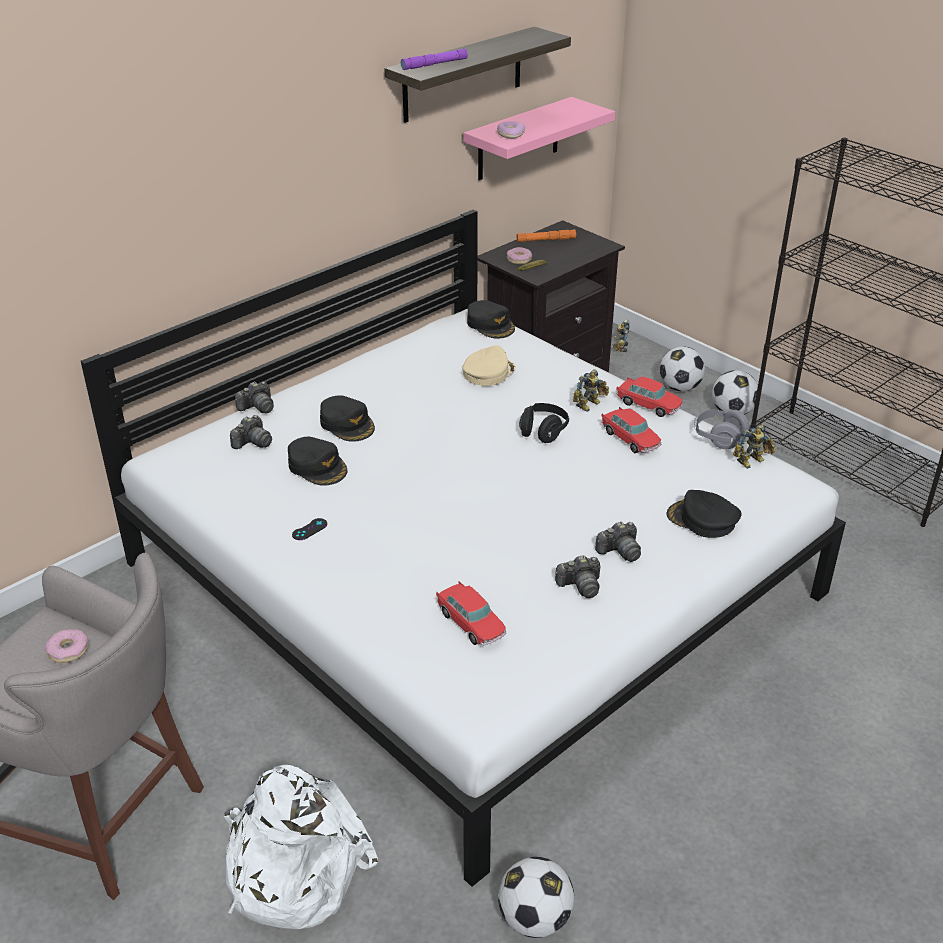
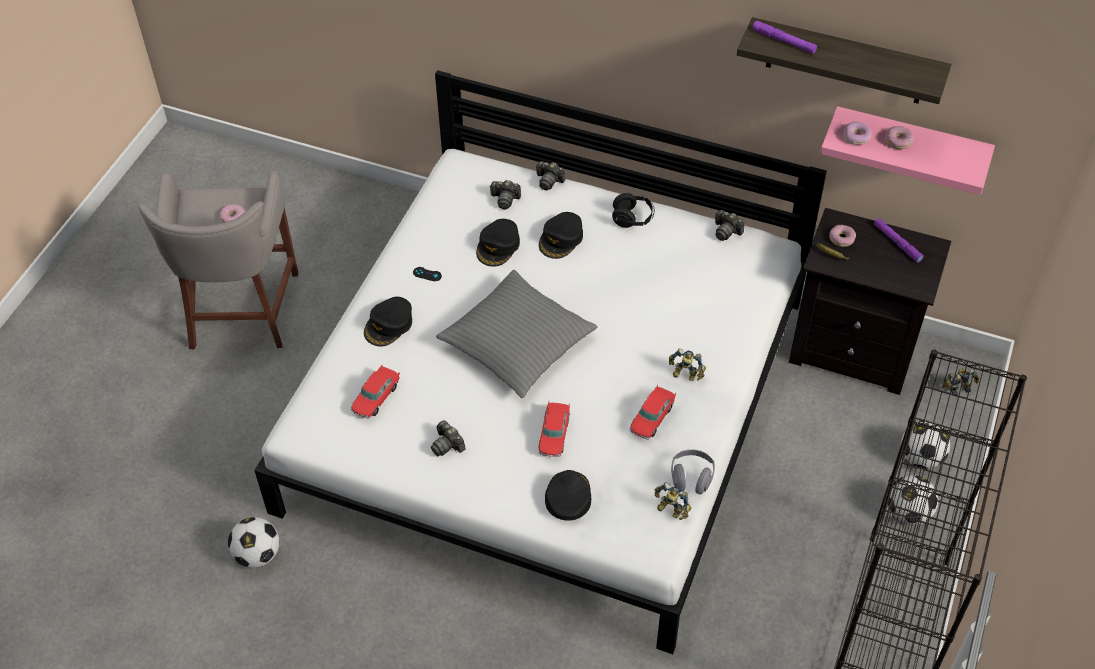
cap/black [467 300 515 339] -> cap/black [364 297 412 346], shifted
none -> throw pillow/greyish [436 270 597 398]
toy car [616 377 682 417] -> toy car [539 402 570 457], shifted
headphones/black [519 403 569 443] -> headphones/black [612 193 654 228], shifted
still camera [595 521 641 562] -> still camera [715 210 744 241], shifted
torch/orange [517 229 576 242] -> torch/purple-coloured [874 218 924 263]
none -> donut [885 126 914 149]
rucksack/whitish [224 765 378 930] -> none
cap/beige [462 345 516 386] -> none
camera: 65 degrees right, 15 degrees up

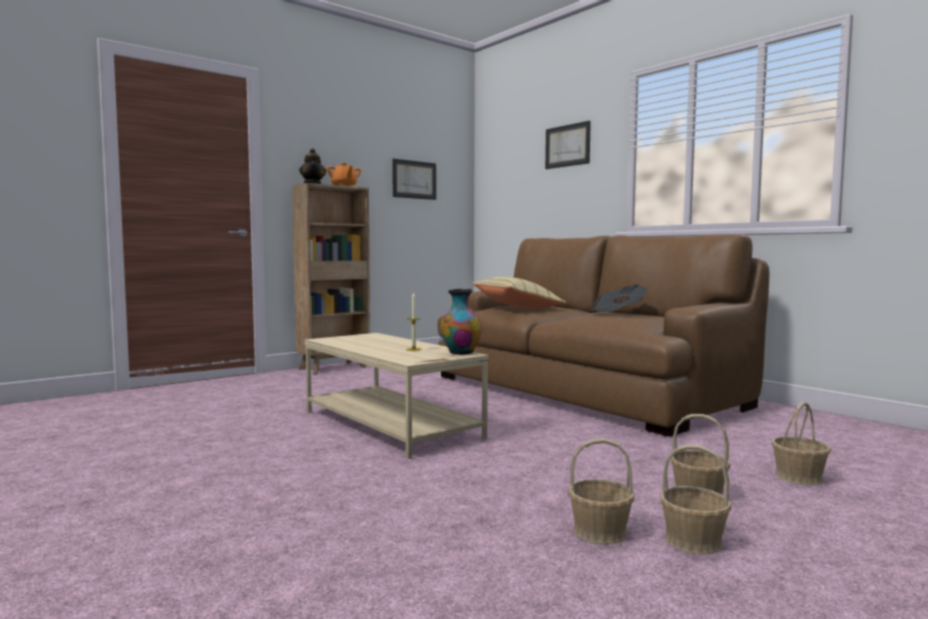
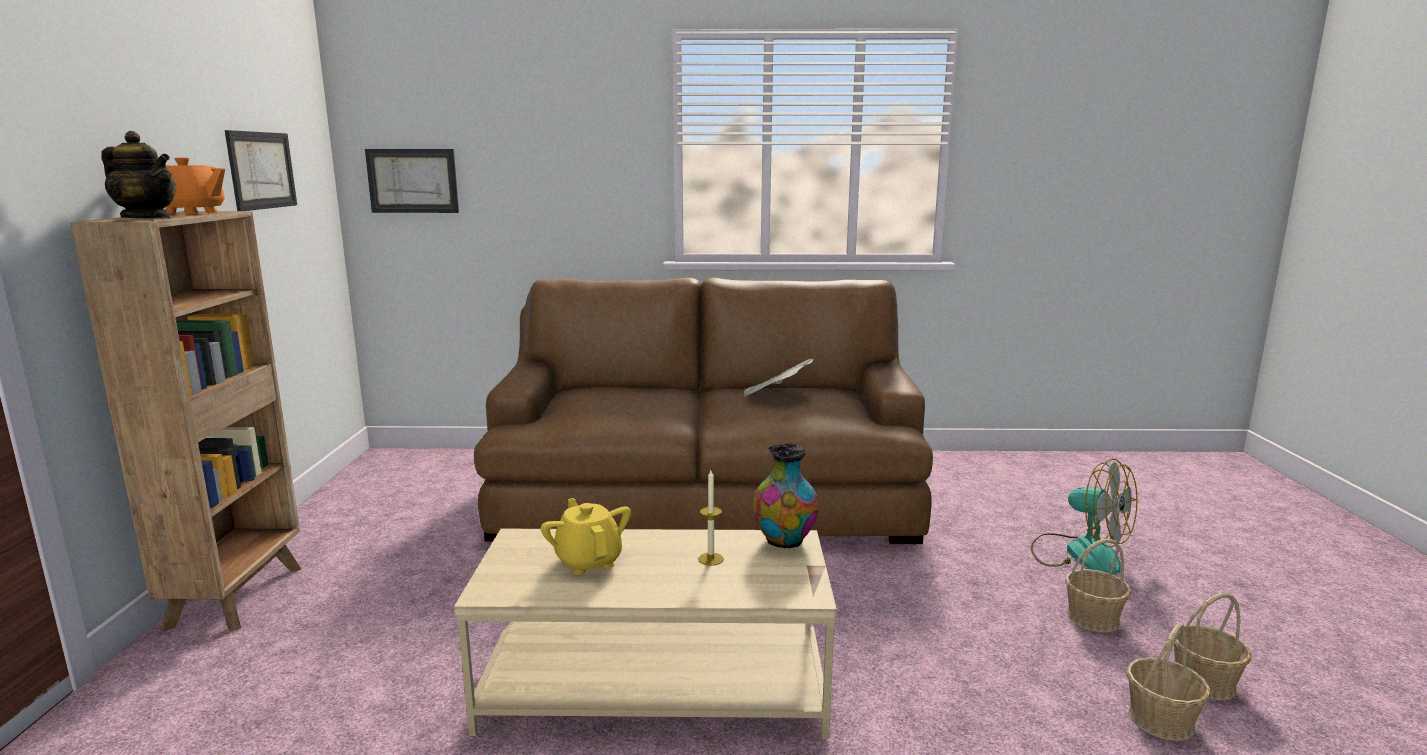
wall art [545 121 591 169] -> wall art [365 149 459 213], shifted
none -> tea pot/yellow [541 498 631 575]
storage basket [771 402 831 485] -> fan [1030 459 1138 575]
throw pillow/beige [472 277 567 309] -> none
camera: 50 degrees left, 10 degrees up

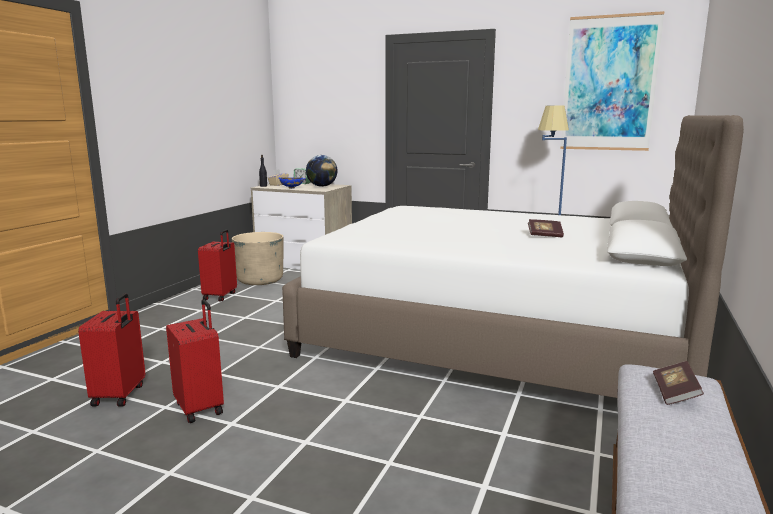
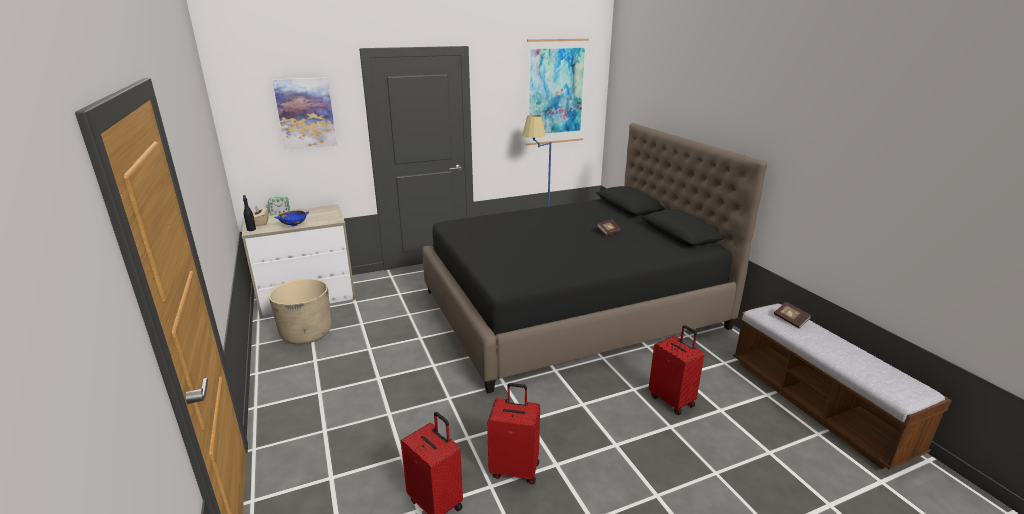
none -> wall art [273 77 337 149]
bedroom bed/whitish [282 115 744 398] -> bedroom bed/black [422 123 767 393]
piece of luggage/red-coloured [198 230 237 301] -> piece of luggage/red-coloured [649 325 704 415], shifted
world globe [306 155 337 187] -> none
camera: 45 degrees left, 10 degrees up

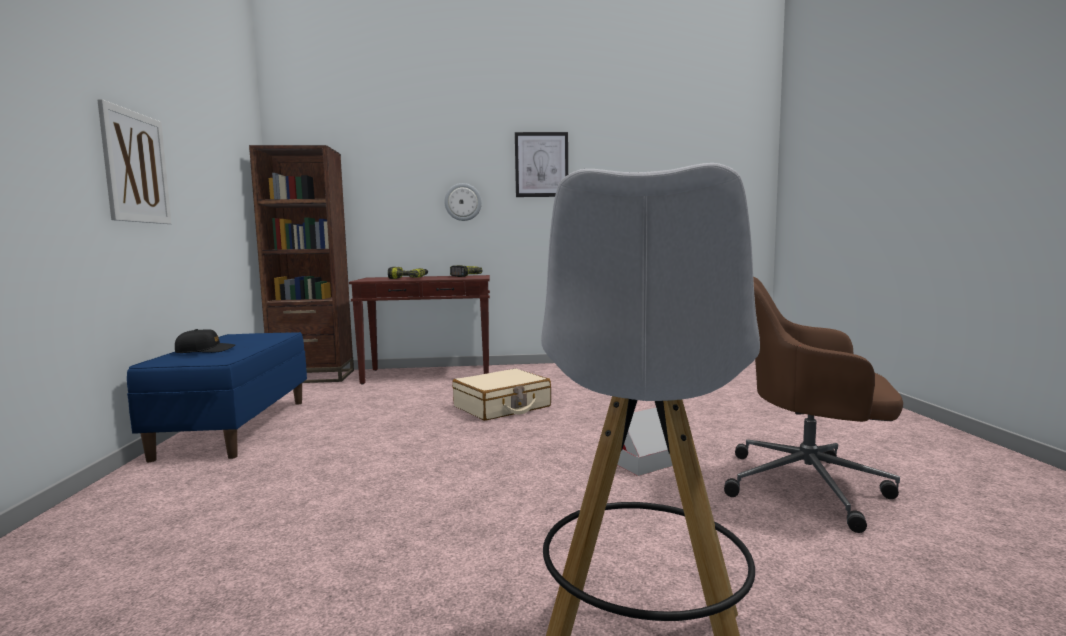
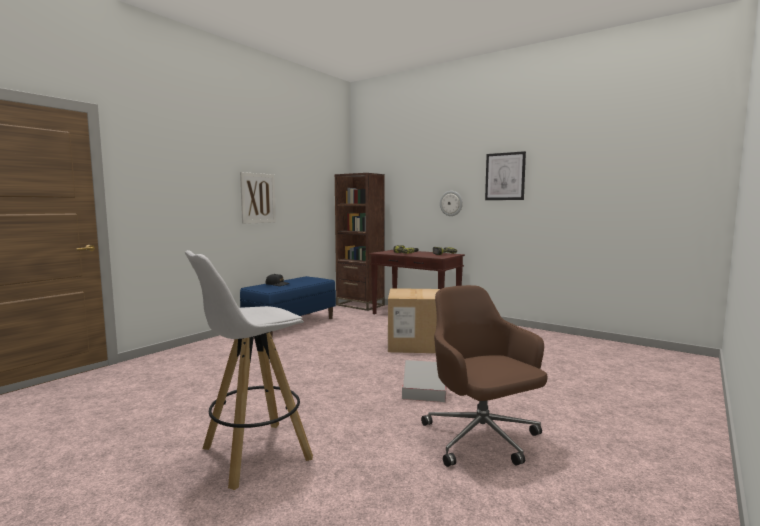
piece of luggage/beige [452 369 551 421] -> carton [388 288 440 353]
camera: 40 degrees right, 0 degrees up

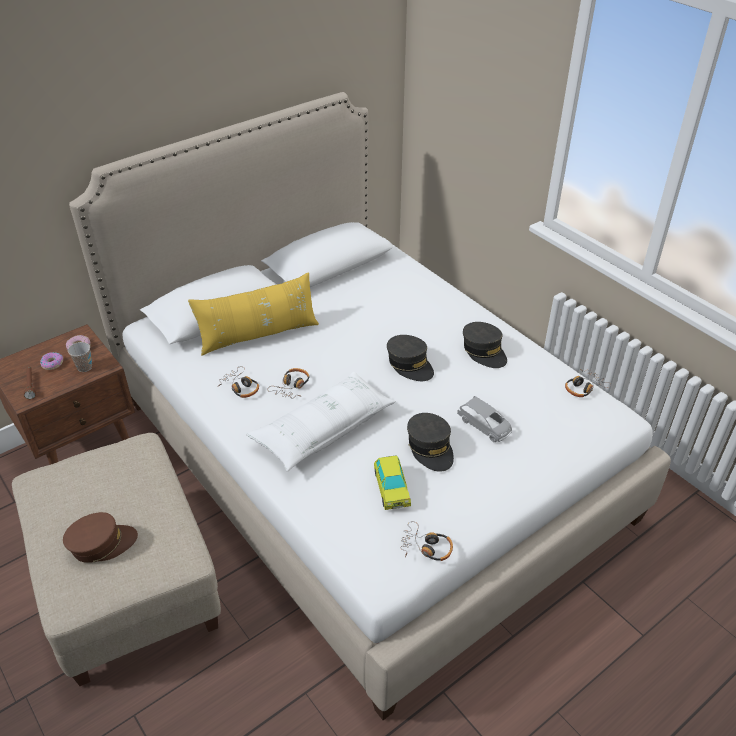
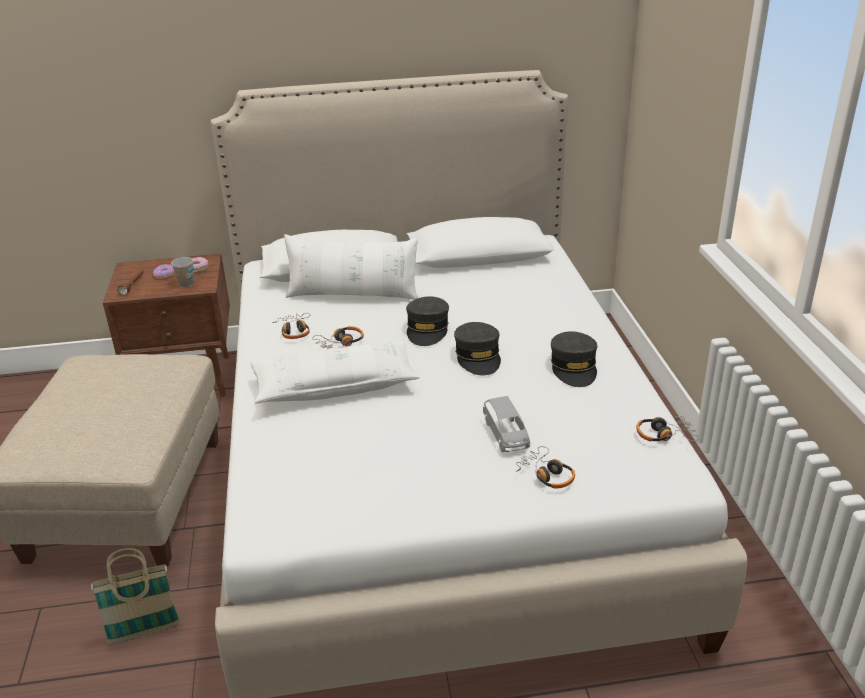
none -> storage basket [91 548 180 644]
throw pillow/yellow [188 272 319 356] -> throw pillow/whitish [284 234 418 300]
cap/greyish [407 413 454 472] -> cap/greyish [406 296 449 346], shifted
headphones [400 521 453 561] -> headphones [516 446 575 488], shifted
cap/brown-coloured [63 512 138 563] -> none
toy car [374 455 411 510] -> none
camera: 30 degrees right, 10 degrees down

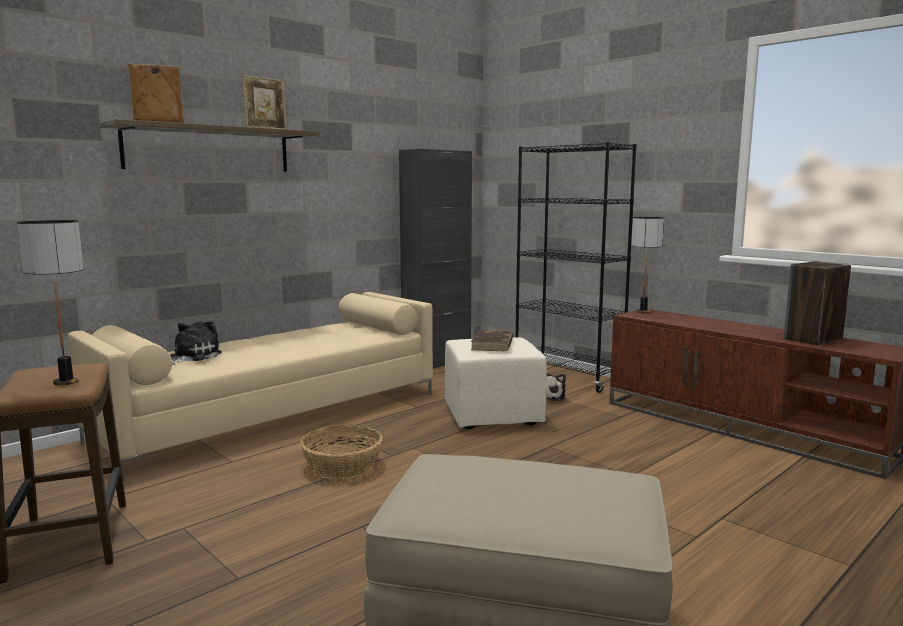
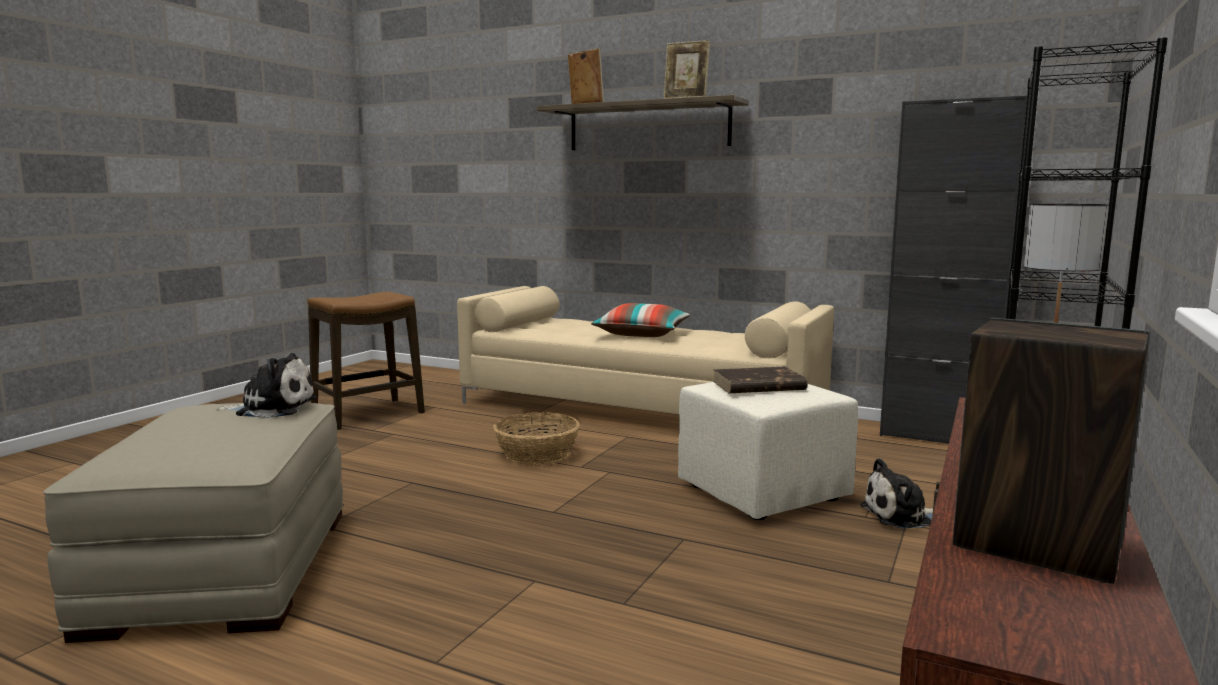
plush toy [170 321 222 365] -> plush toy [216 353 316 418], shifted
none -> throw pillow [591 303 690 337]
tabletop lamp [17 220 83 385] -> none
camera: 70 degrees right, 0 degrees up

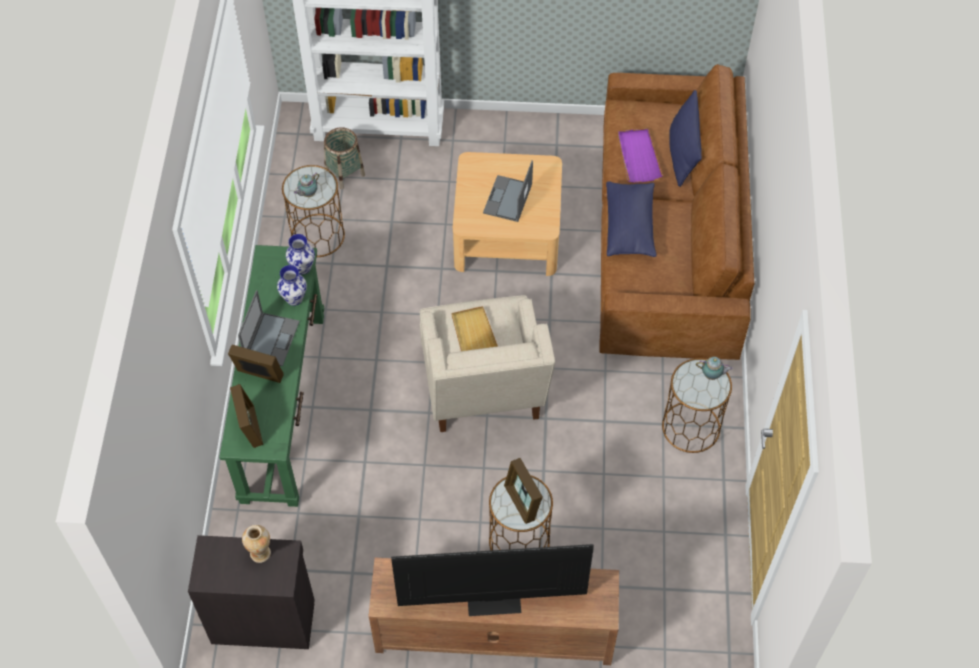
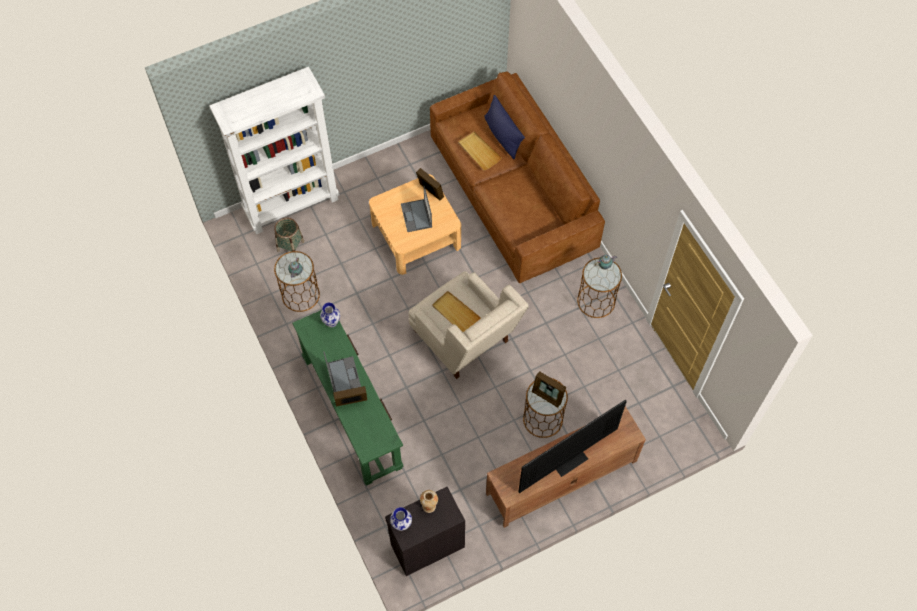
vase [277 265 307 306] -> vase [390 507 412 531], shifted
photo frame [230 384 263 448] -> photo frame [416 168 444 200], shifted
serving tray/purple-coloured [618 128 663 183] -> serving tray/beige [458 131 502 170]
throw pillow/blue-coloured [606 181 657 257] -> none
camera: 30 degrees left, 5 degrees up

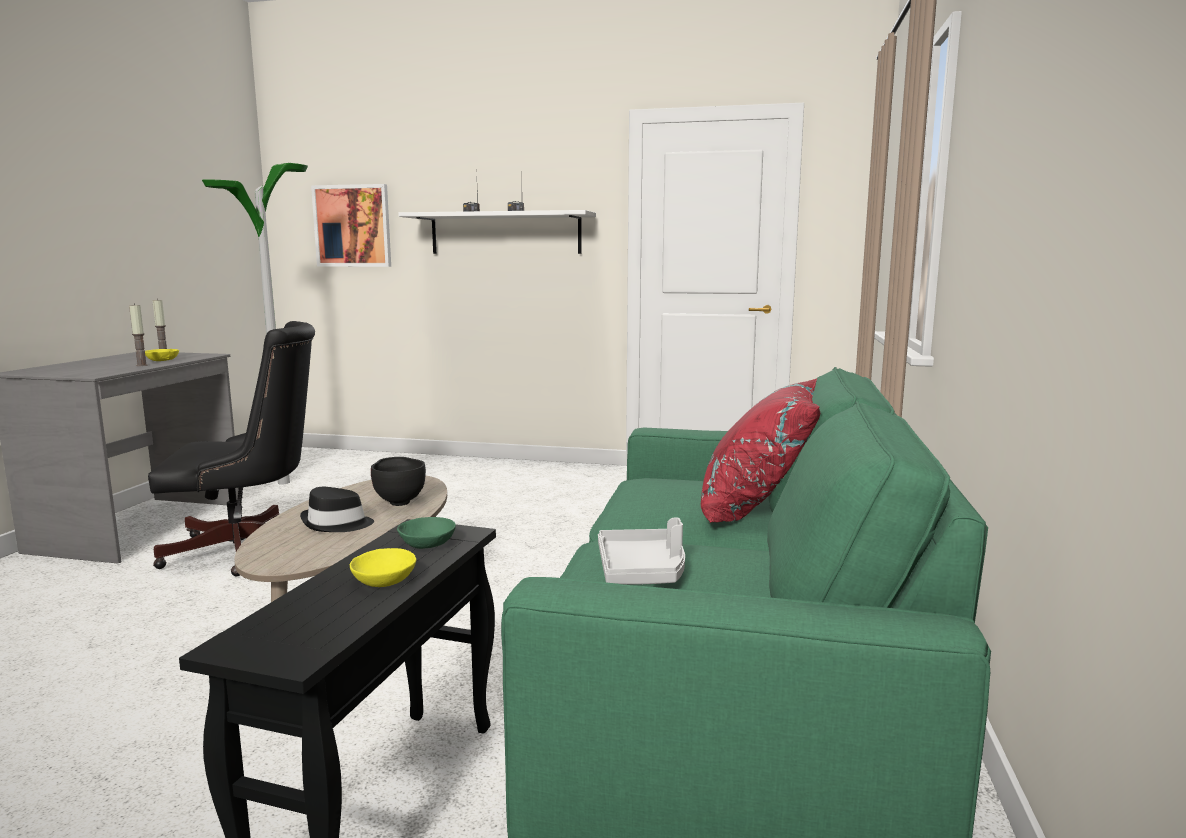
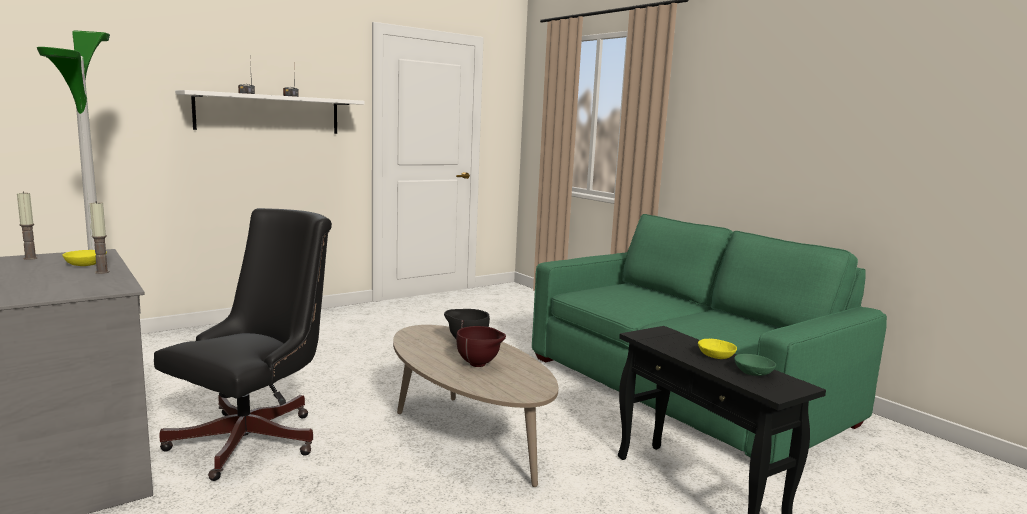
clothing hat/black [300 487 374 532] -> deep dish/brown-coloured [456 326 506 367]
deep dish/green [397 517 456 549] -> deep dish/green [734 354 776 376], shifted
wall art [311 184 391 267] -> none
serving tray/greyish [598 518 685 585] -> none
throw pillow/red-coloured [701 378 820 523] -> none
camera: 50 degrees left, 0 degrees up

